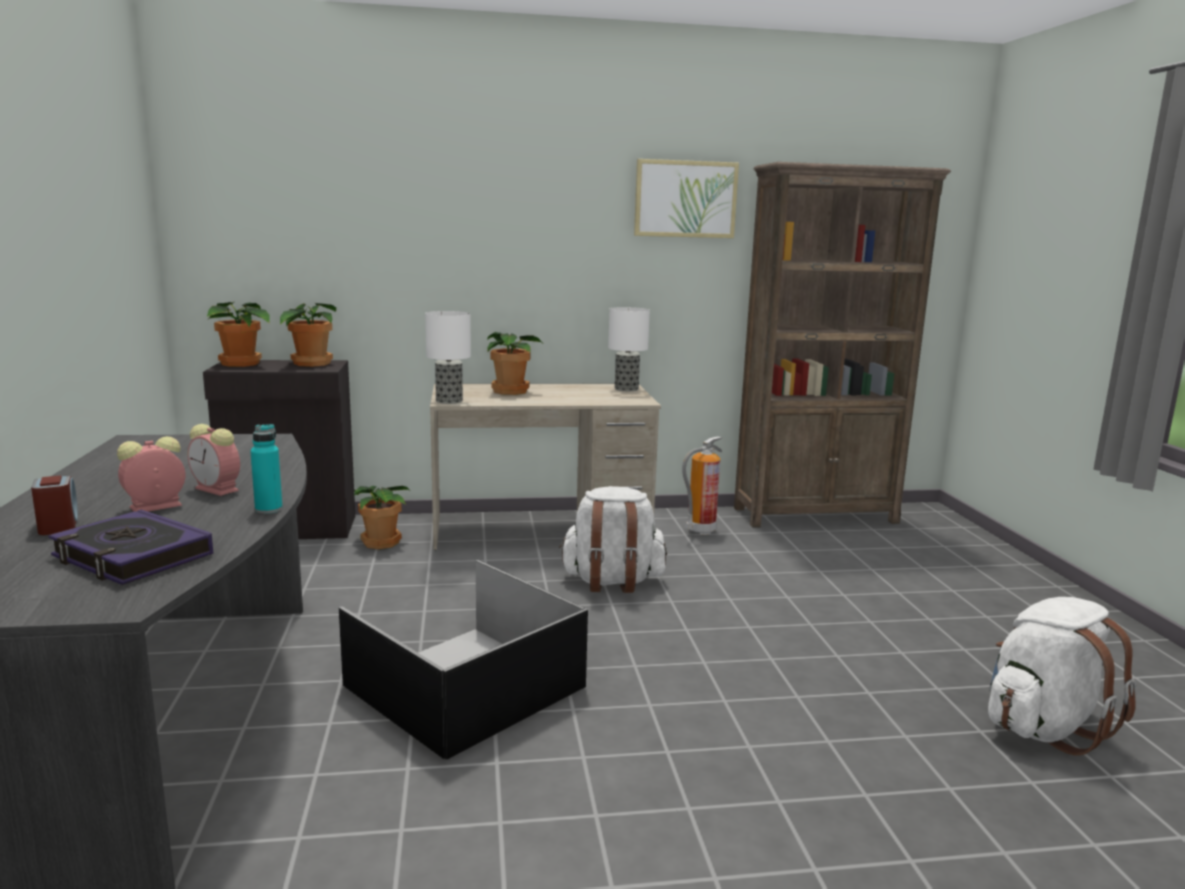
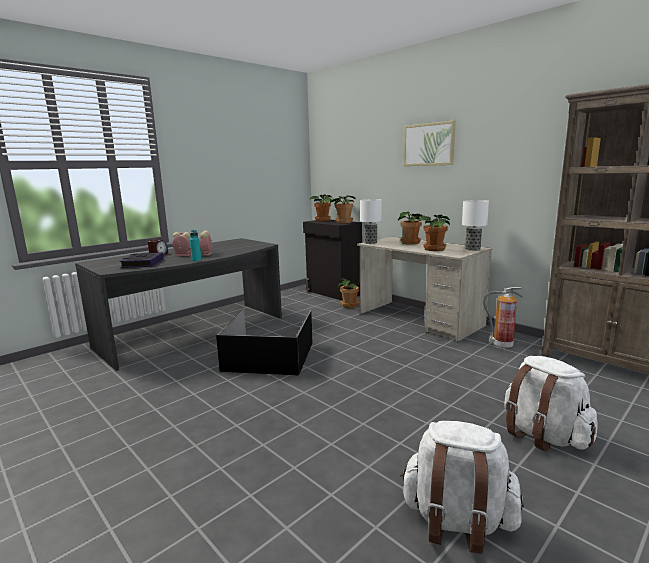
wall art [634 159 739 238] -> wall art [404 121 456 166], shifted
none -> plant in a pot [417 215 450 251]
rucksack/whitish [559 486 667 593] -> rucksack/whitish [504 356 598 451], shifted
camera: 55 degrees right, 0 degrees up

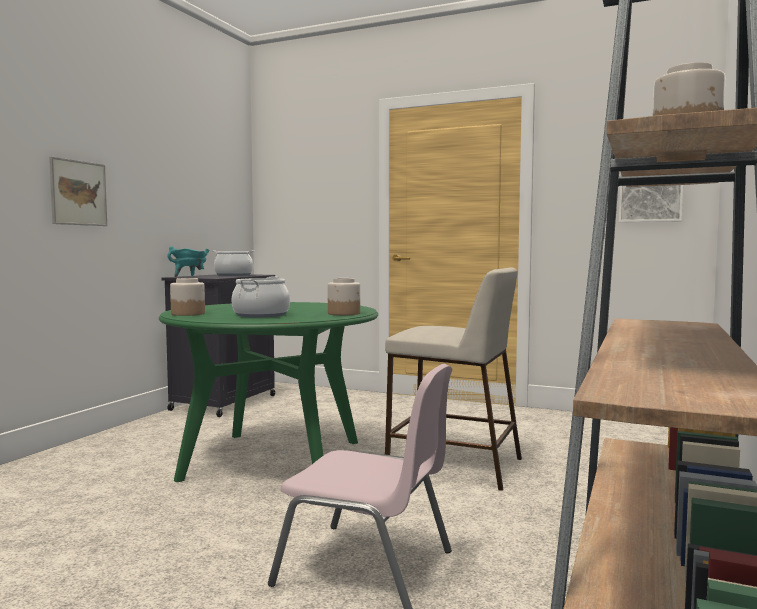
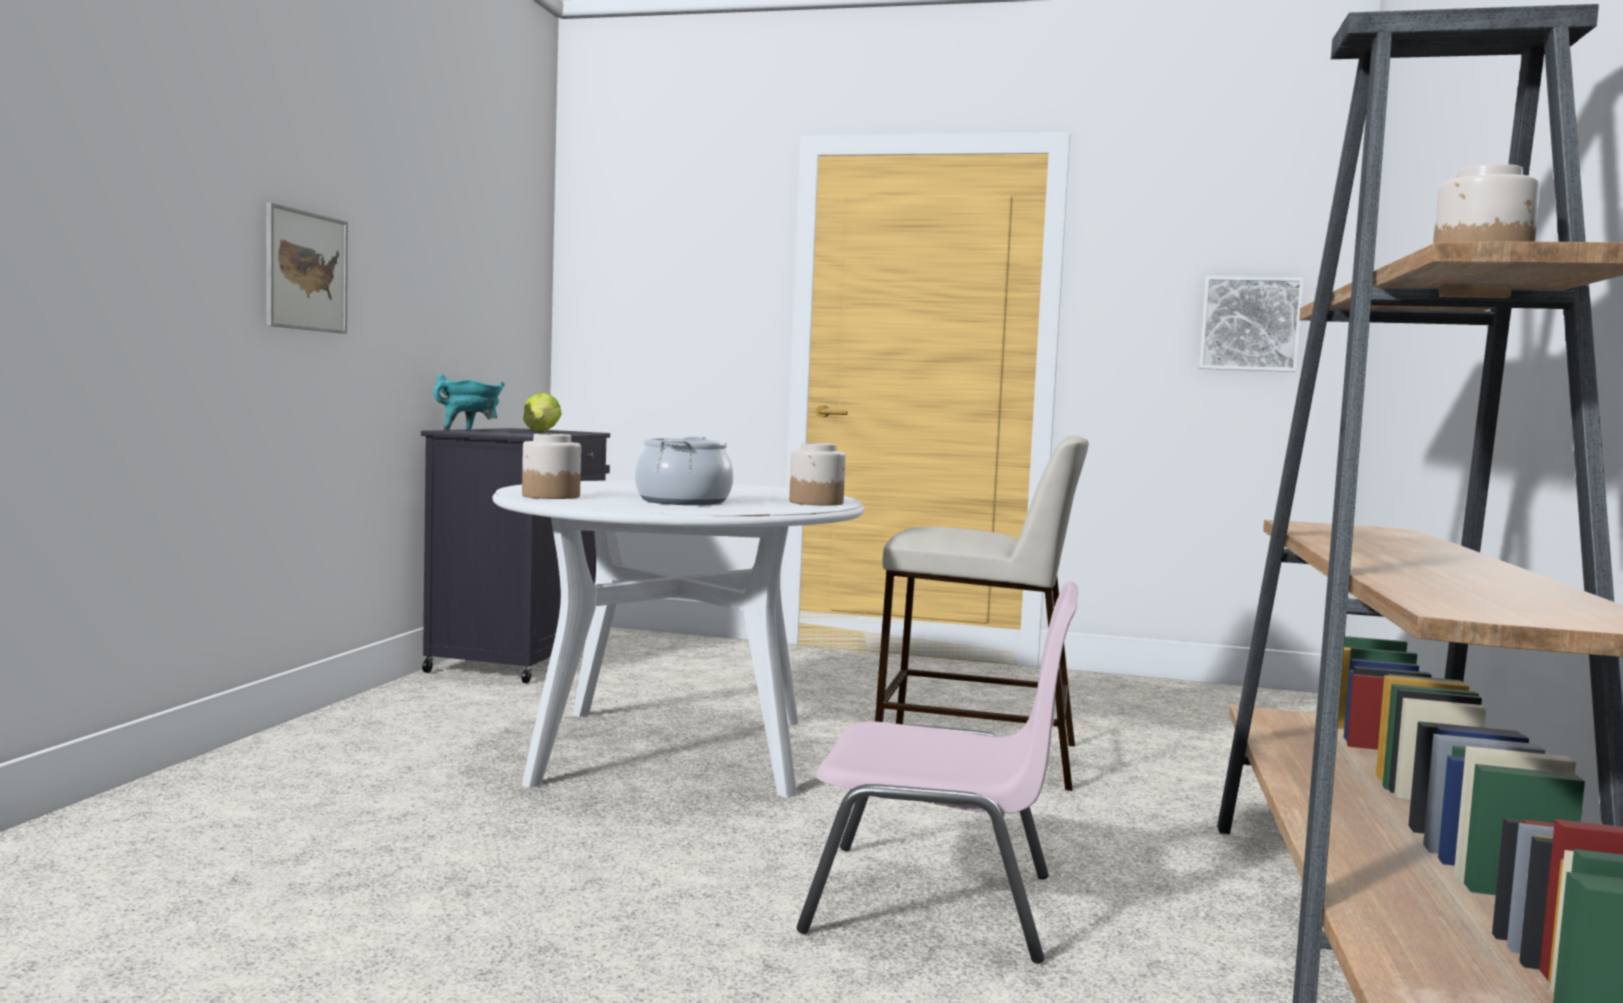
dining table/green [159 302 378 482] -> dining table/whitish [492 481 864 798]
saucepot [213 250 254 276] -> lettuce [523 392 562 431]
camera: 10 degrees left, 0 degrees up

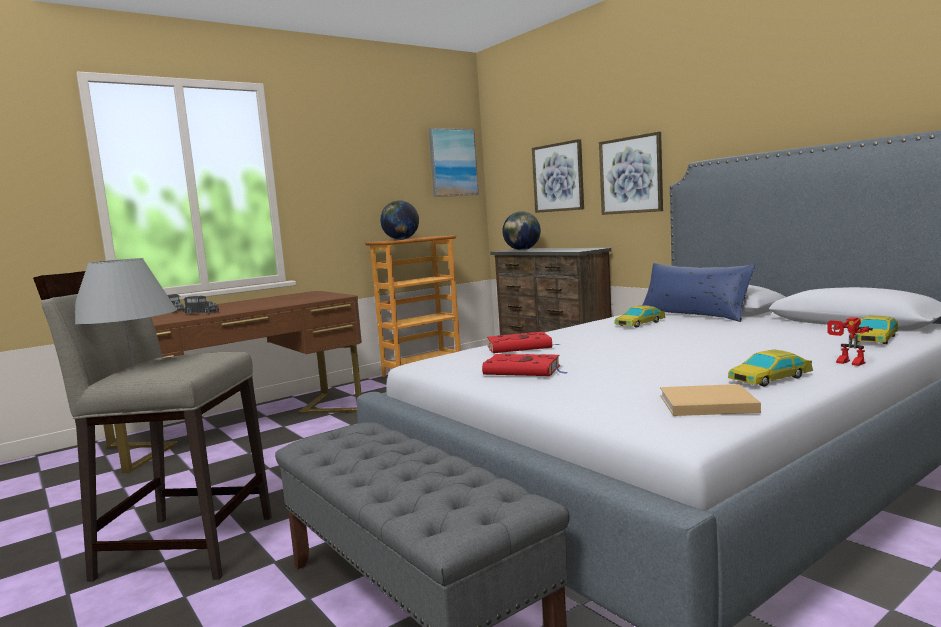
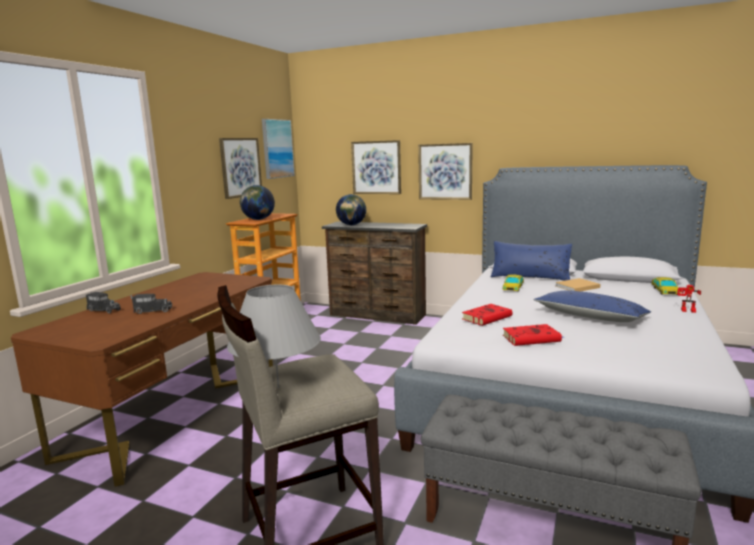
none -> wall art [219 138 262 199]
none -> throw pillow/blue-coloured [534 290 651 322]
volume/beige [660 384 761 416] -> volume/beige [555 278 600 291], shifted
toy car [728 350 813 387] -> none
camera: 30 degrees left, 5 degrees up

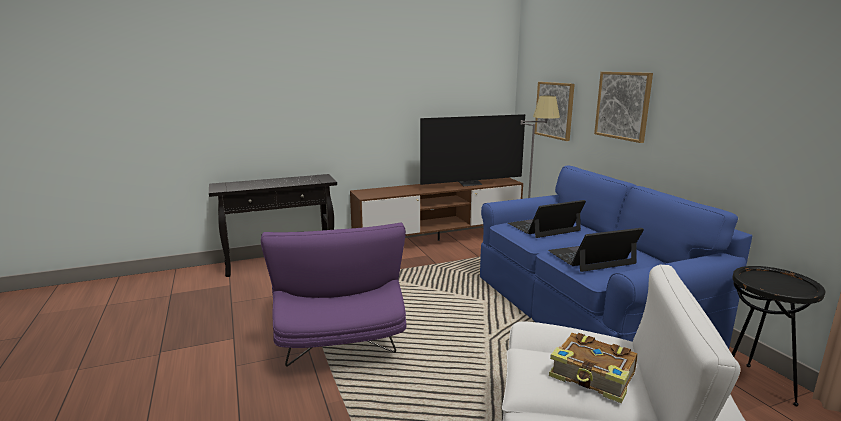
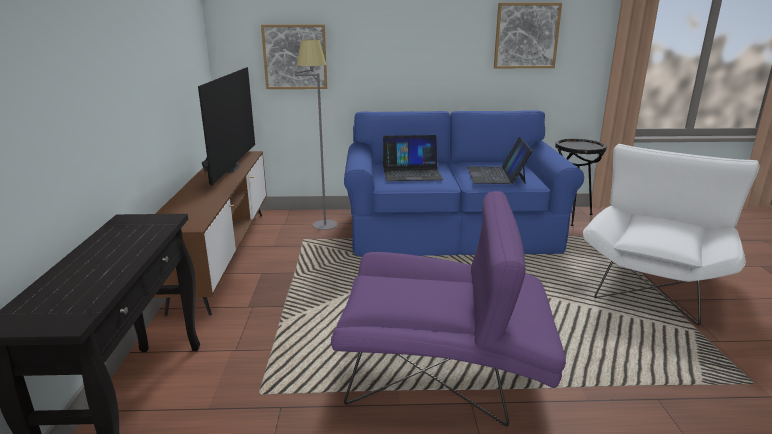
laptop [508 200 586 238] -> laptop [383 135 443 181], 90 degrees counterclockwise
wall art [594 72 653 143] -> wall art [494 3 562 68], shifted
volume [549 333 638 403] -> none
camera: 70 degrees left, 5 degrees up

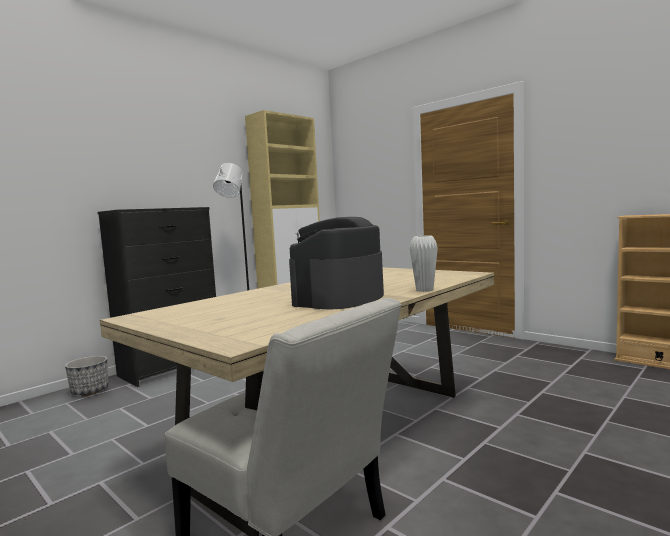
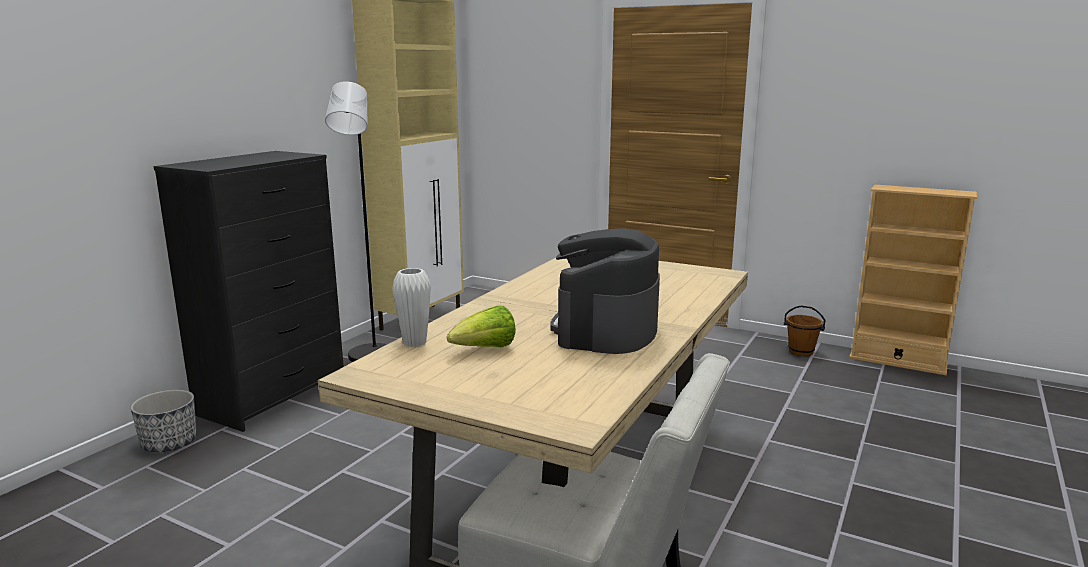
vase/whitish [410 236 438 292] -> vase/whitish [392 268 431 347], shifted
none -> lettuce [447 306 516 347]
none -> pail/brown-coloured [784 305 825 356]
camera: 15 degrees left, 10 degrees up

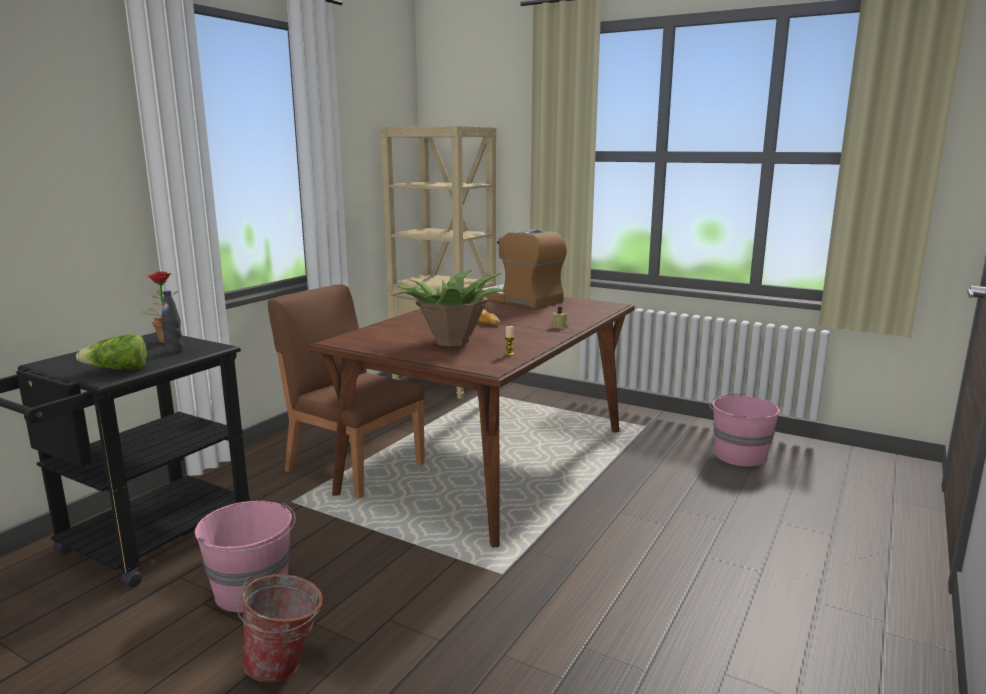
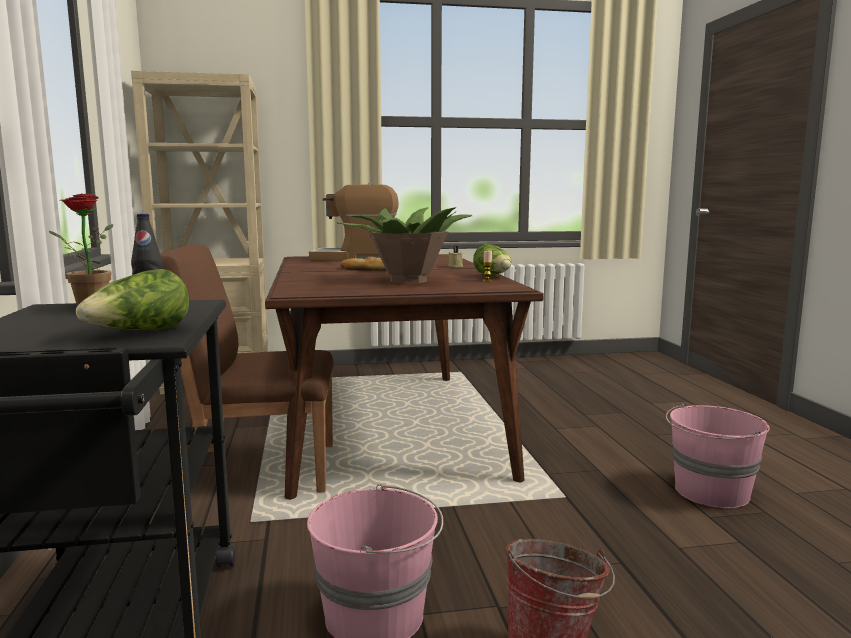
none -> lettuce [473 244 512 275]
pail/pink [709 394 780 466] -> pail/pink [666 404 770 508], shifted
camera: 40 degrees left, 5 degrees down

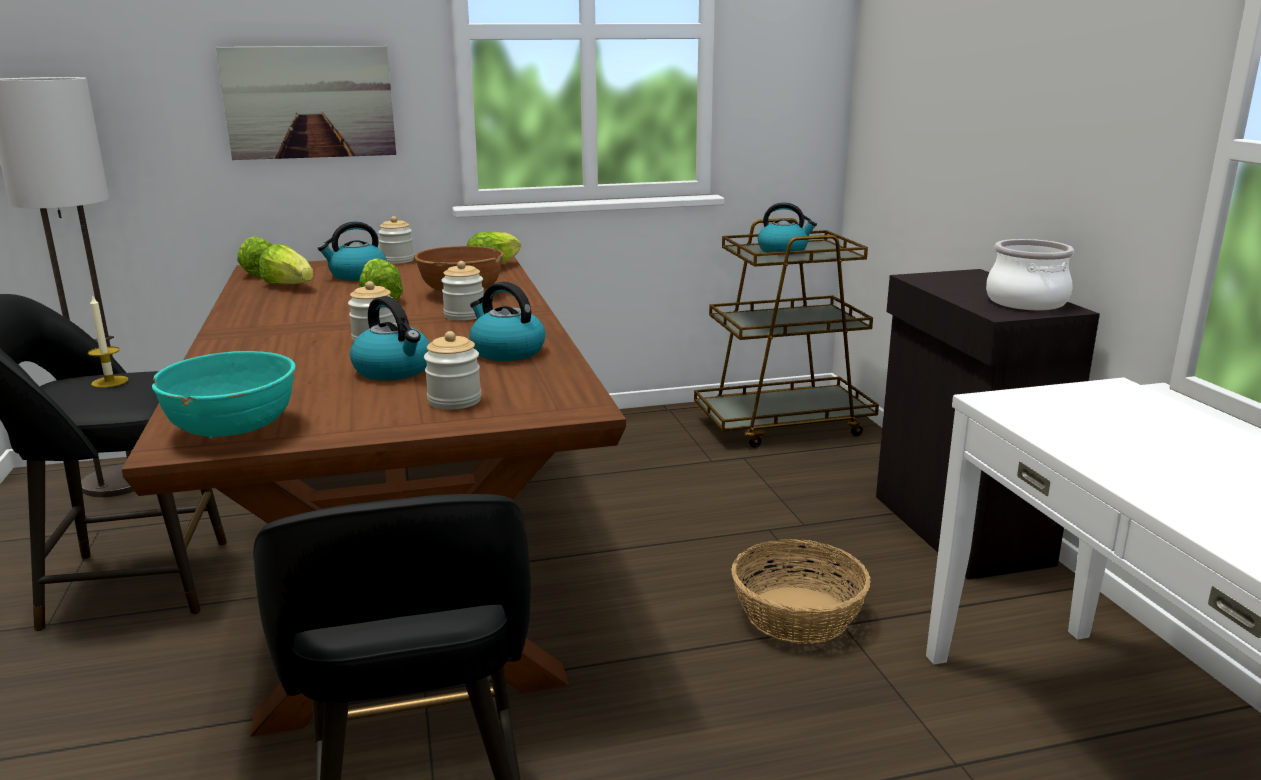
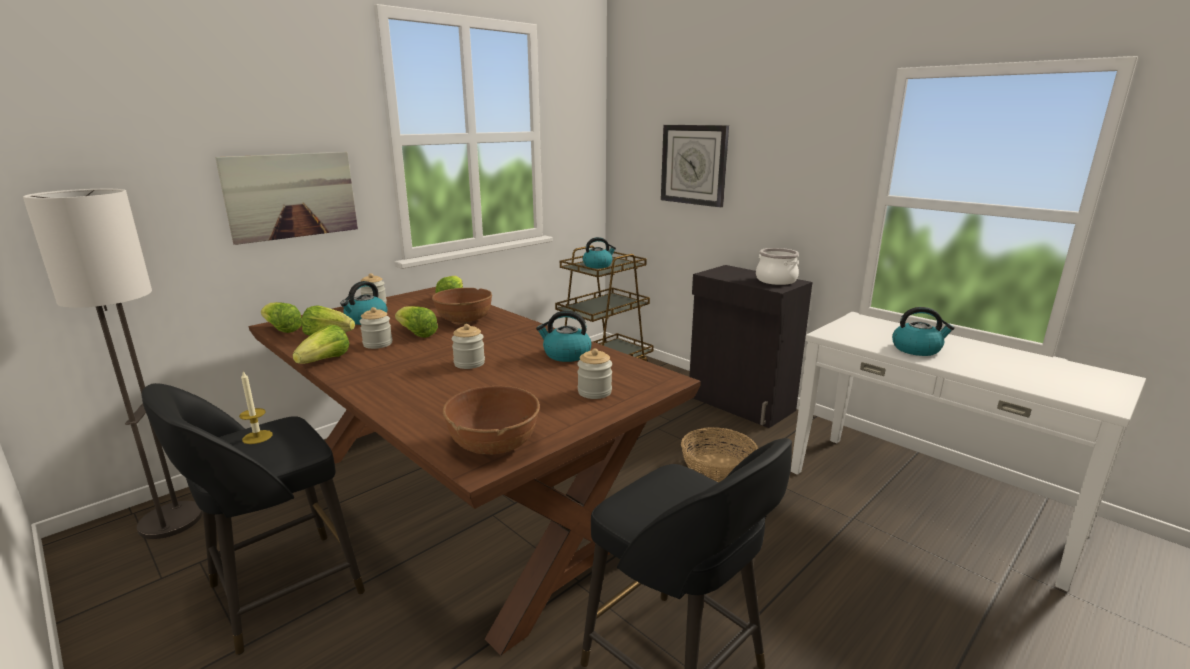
none -> lettuce [292 325 349 364]
storage jar [441 261 484 321] -> storage jar [359 307 392 349], shifted
deep dish/blue-green [152 351 296 439] -> deep dish/brown-coloured [443 386 540 455]
none -> clock on the wall [661 125 729 208]
water kettle [350 296 429 381] -> water kettle [892 307 955 356], shifted
camera: 30 degrees left, 0 degrees up

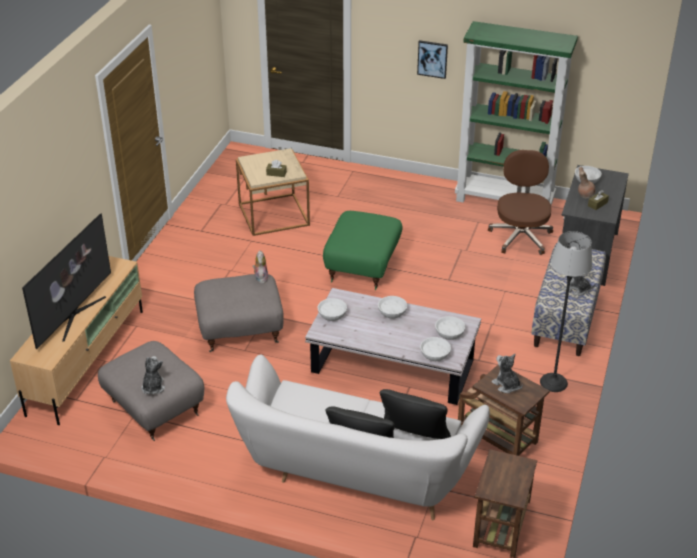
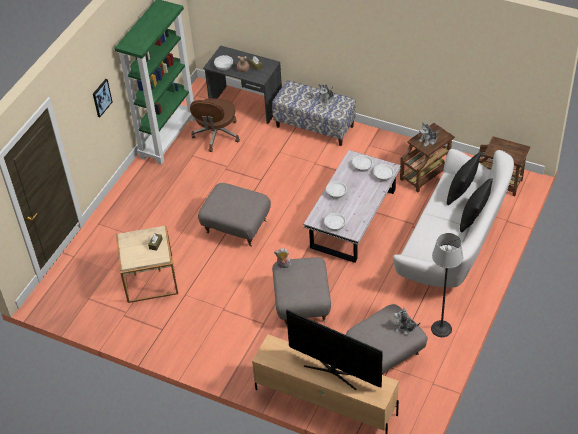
office chair/brown-coloured [488 150 553 255] -> office chair/brown-coloured [190 98 240 152], 90 degrees counterclockwise
ottoman/green [323 211 403 290] -> ottoman/greyish [198 183 271 247]
standing lamp [540 231 592 392] -> standing lamp [431 233 463 337], shifted
camera: 80 degrees left, 10 degrees up

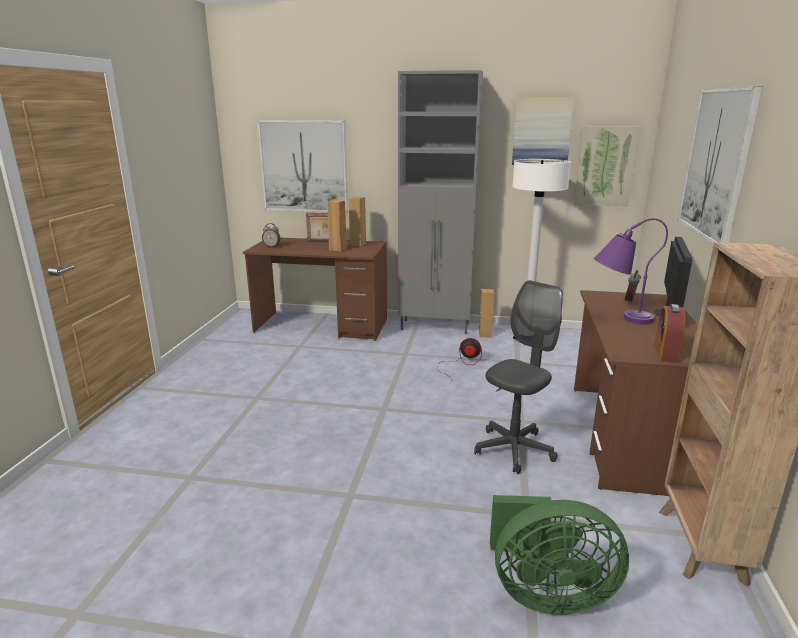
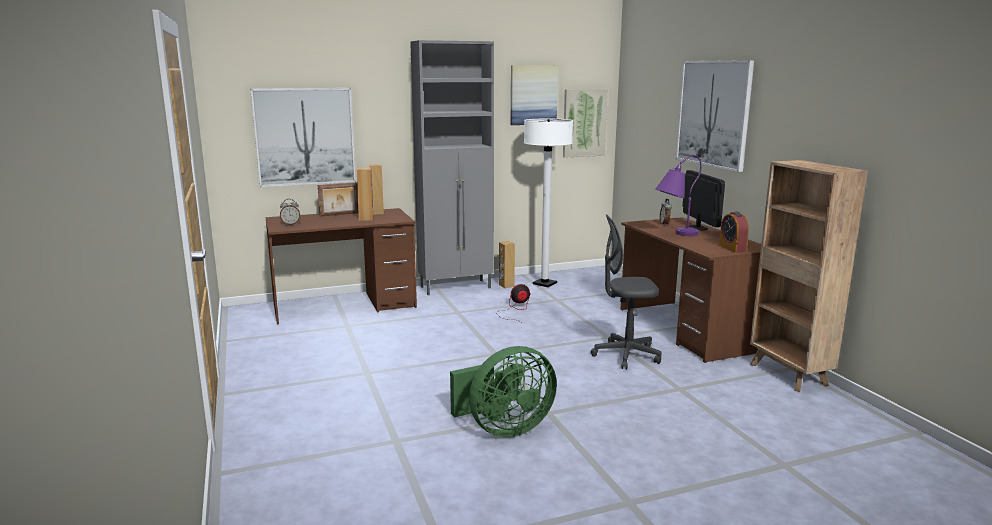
fan/green [490 495 629 615] -> fan/green [450 346 557 438], shifted
office chair/greyish [474 280 563 474] -> office chair/greyish [591 214 661 369], 105 degrees counterclockwise
camera: 30 degrees left, 5 degrees down

